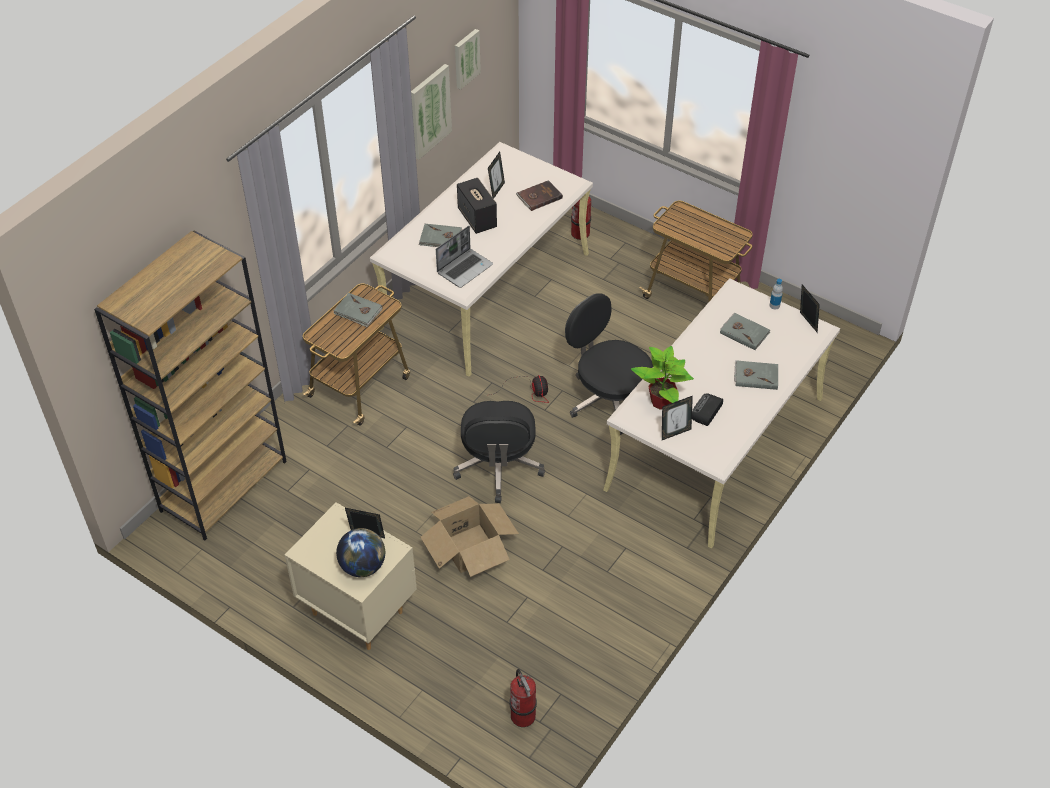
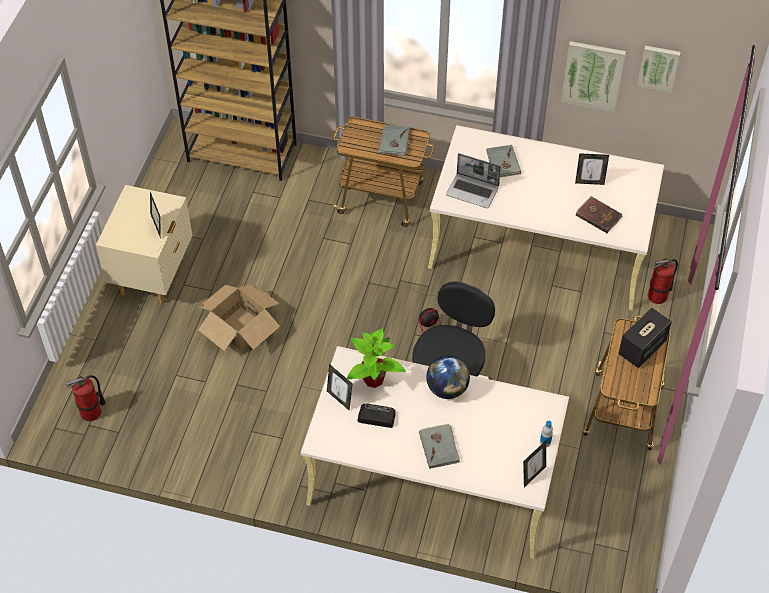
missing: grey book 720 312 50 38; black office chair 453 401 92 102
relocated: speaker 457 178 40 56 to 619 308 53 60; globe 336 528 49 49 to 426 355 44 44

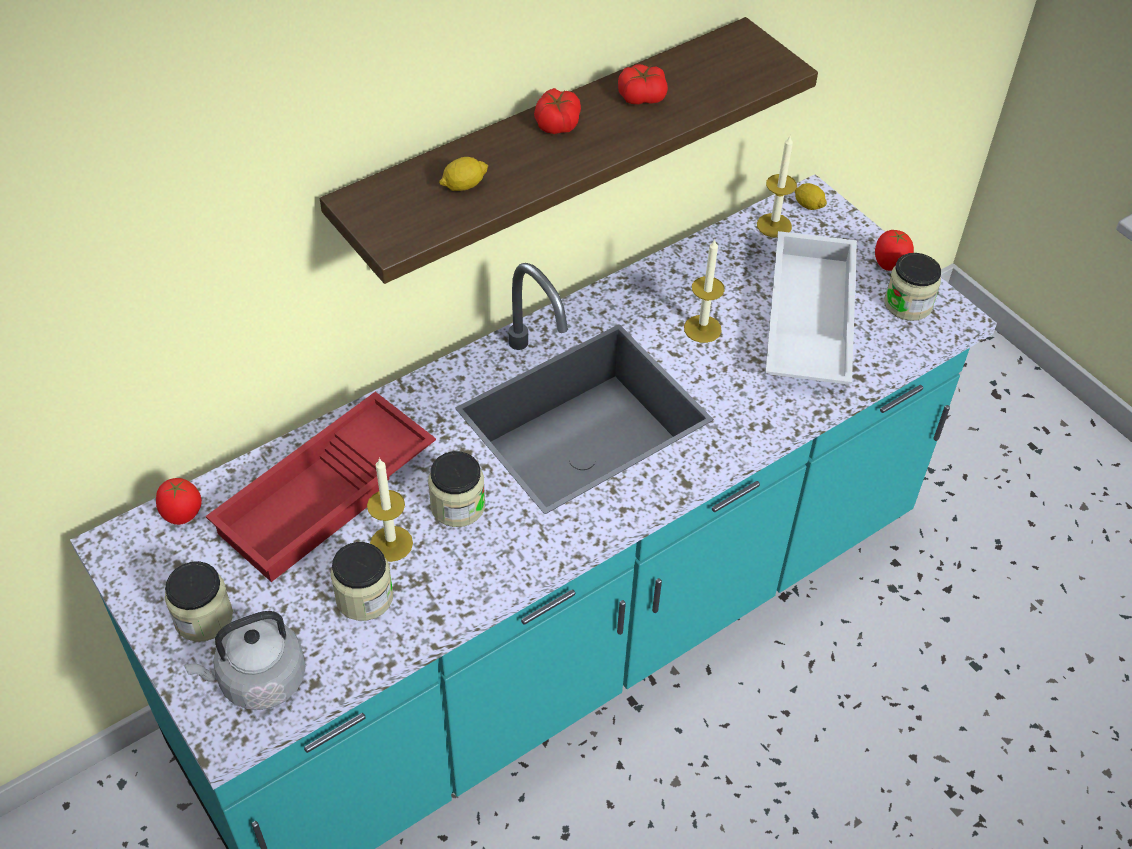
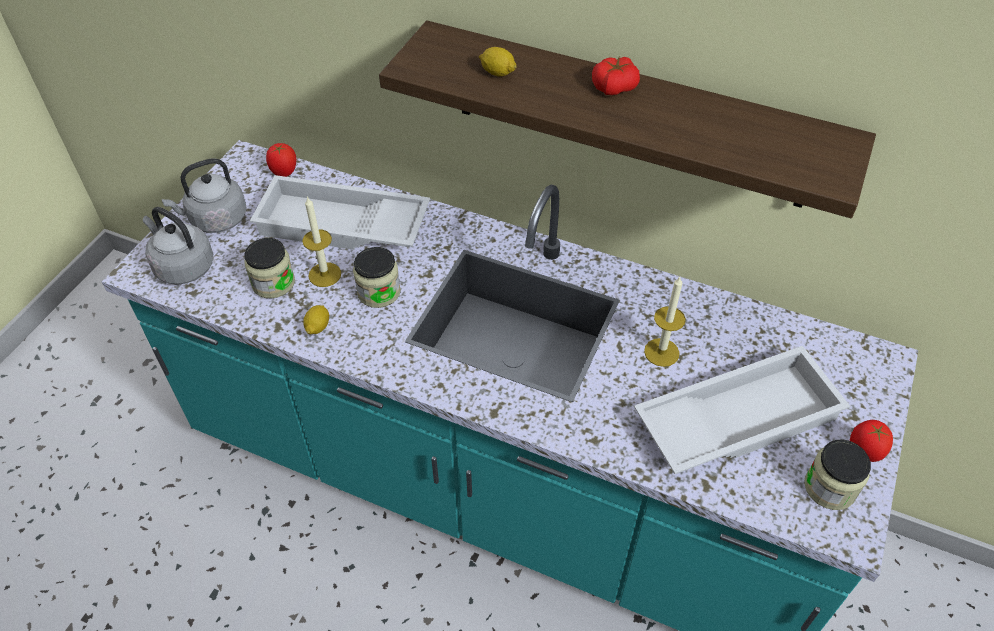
missing: tomato 618 64 50 40; candle 757 134 40 104
relocated: lemon 794 183 33 27 to 303 305 26 29
exchanged: jar 165 561 68 81 to grey kettle 162 158 85 75
colour: red tray 206 392 230 190 to white tray 250 175 180 75

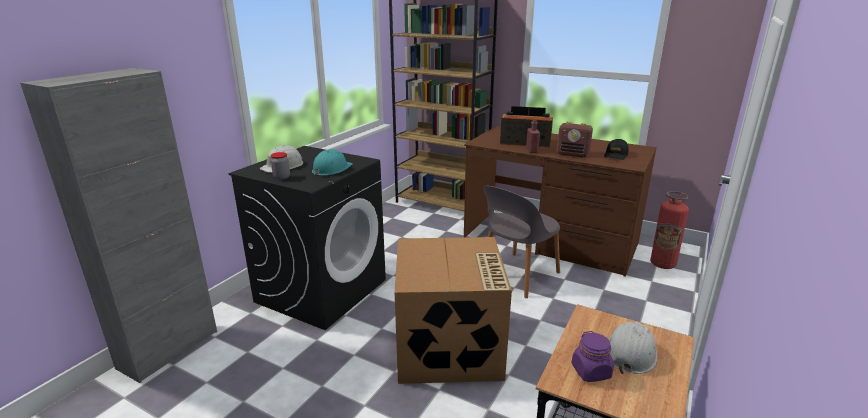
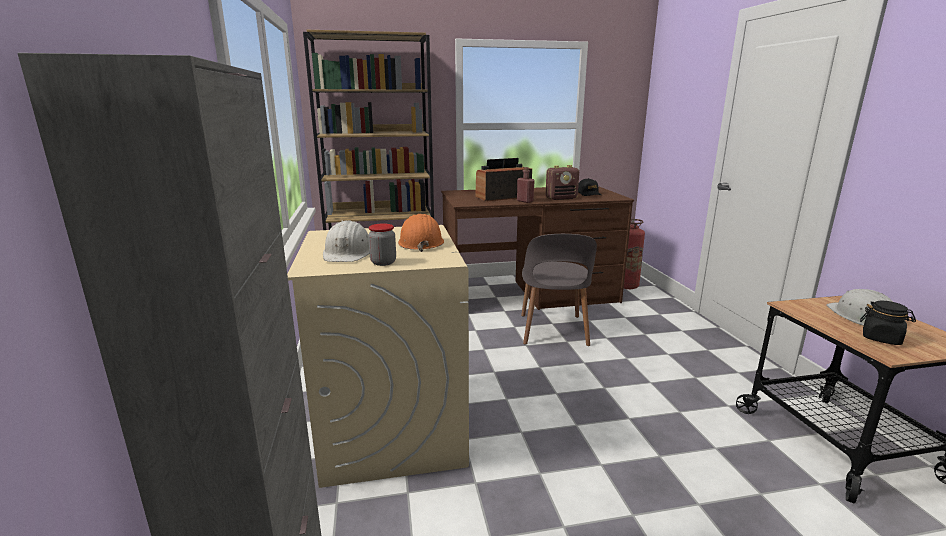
missing: cardboard box 395 237 117 147
colour: black washing machine 228 146 158 184 to beige washing machine 287 225 182 263; turquoise hard hat 312 149 40 26 to orange hard hat 398 214 46 38; purple jar 571 331 43 51 to black jar 860 301 56 44

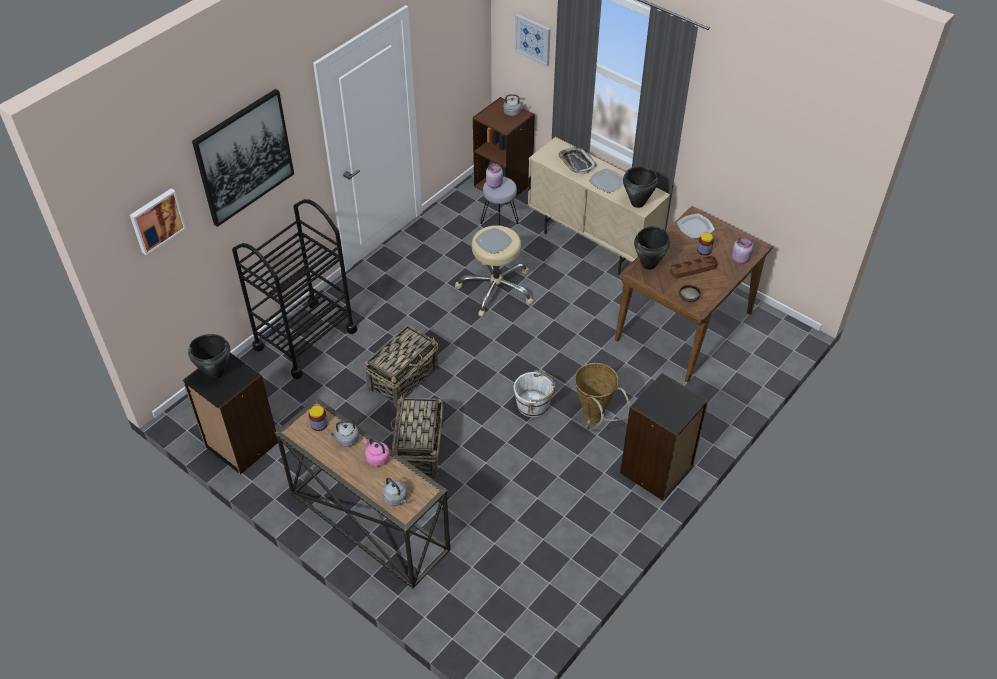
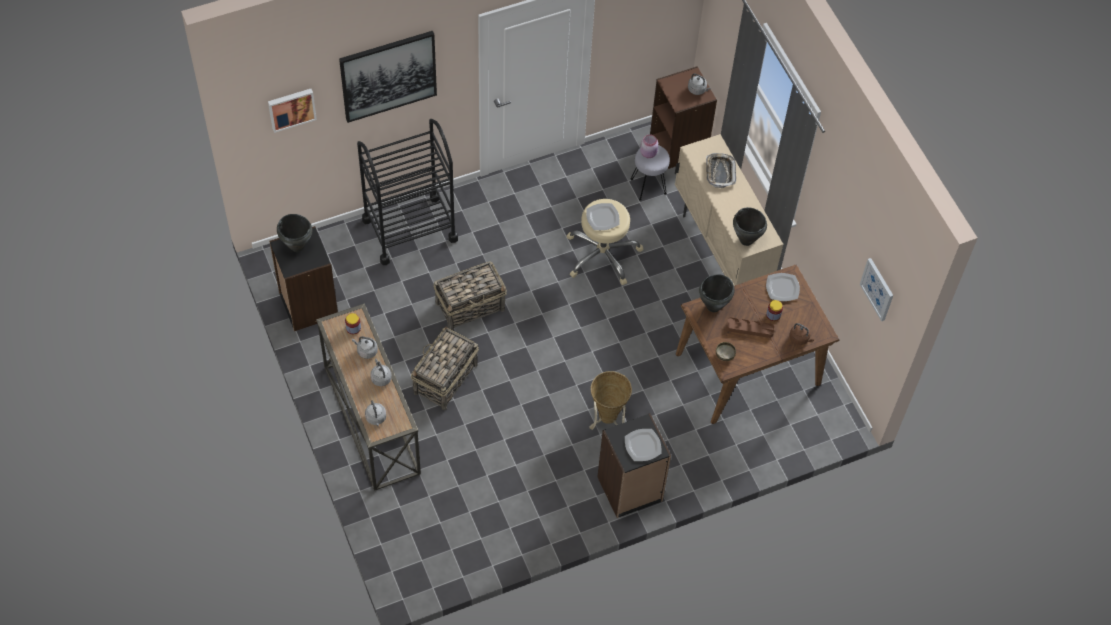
missing: white bucket 514 370 42 47
relocated: picture 515 14 36 52 to 860 258 34 63; plate 589 168 34 25 to 625 429 37 32
exchanged: pink jar 732 236 21 28 to brown kettle 789 323 26 22
colour: pink kettle 363 438 27 28 to grey kettle 370 358 22 28

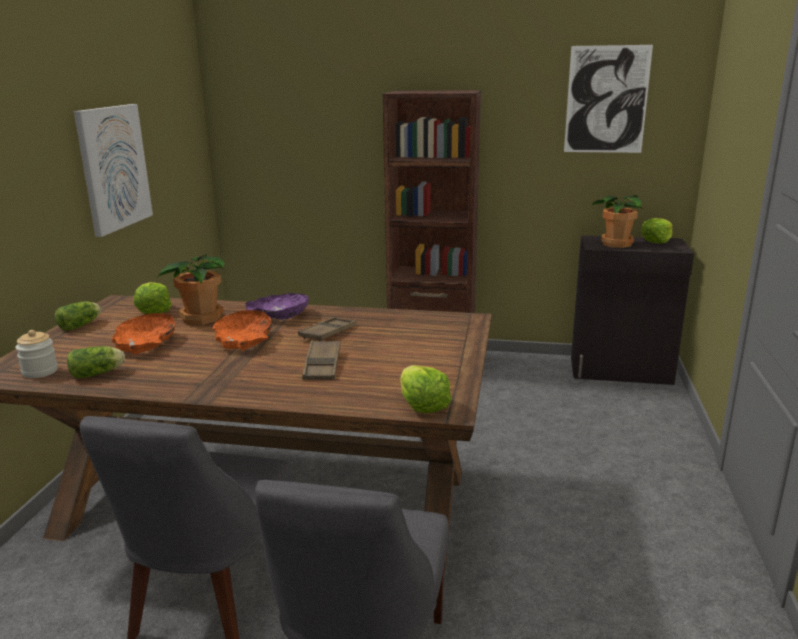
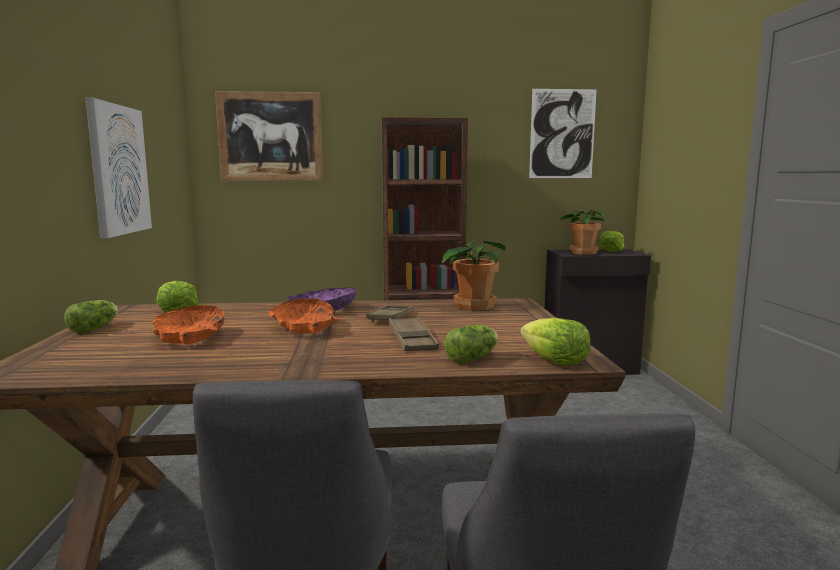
missing: jar 15 330 43 48
appeared: picture 215 91 108 90
relocated: potted plant 156 253 69 72 to 442 241 64 70; lettuce 67 346 58 33 to 444 325 55 39

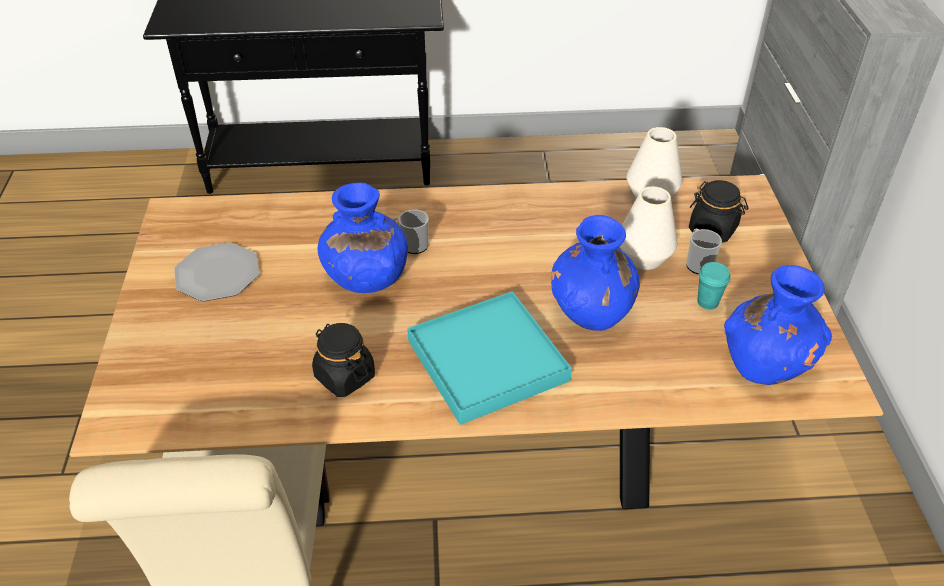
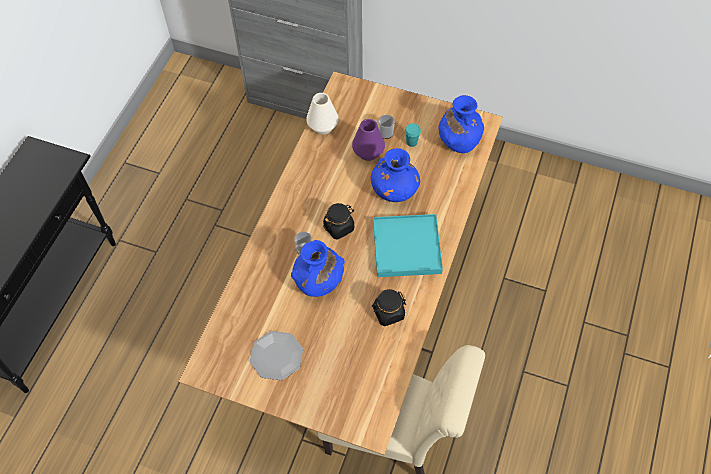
relocated: black jar 689 180 59 63 to 323 203 31 37
colour: white vase 619 186 58 84 to purple vase 352 119 33 42

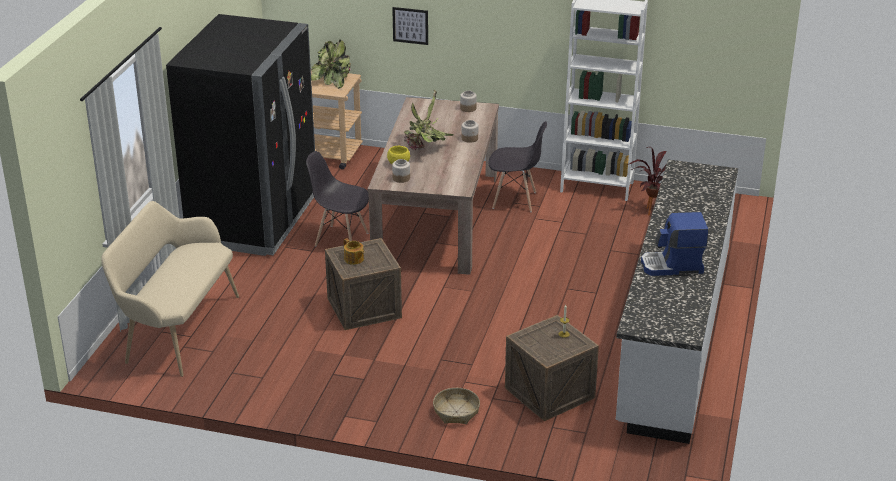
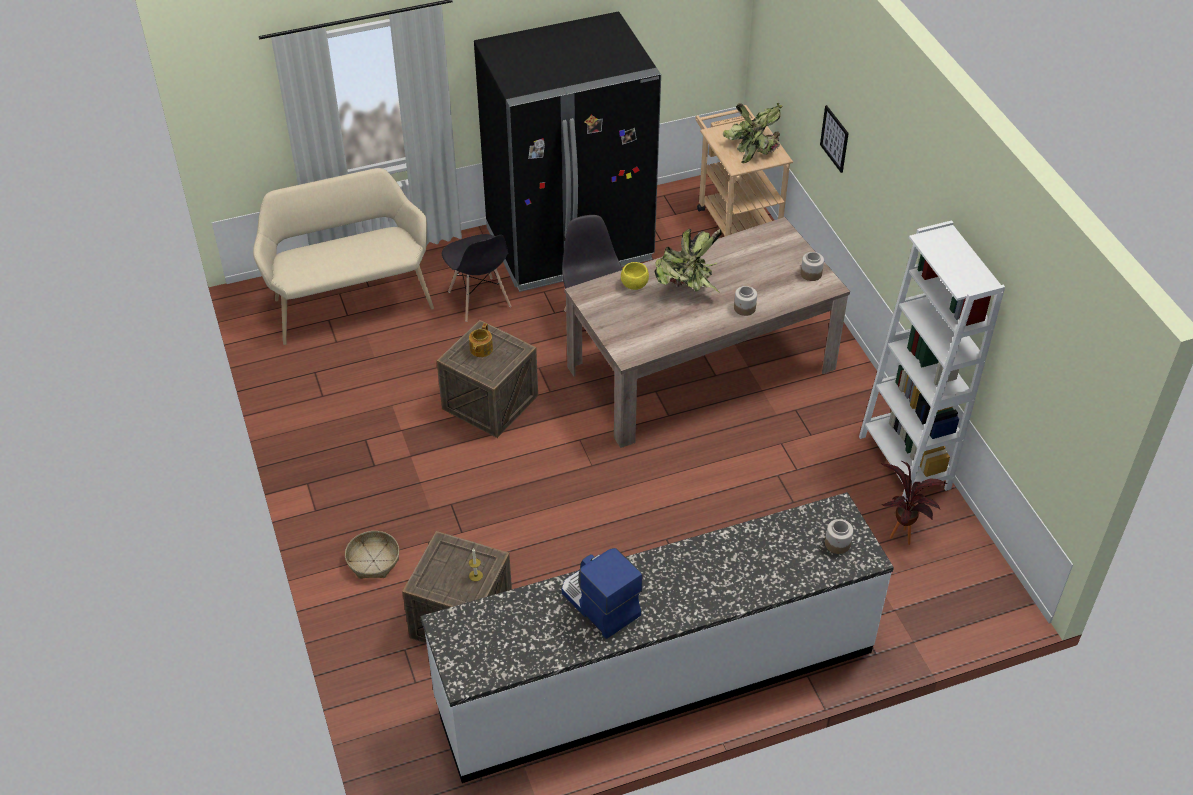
relocated: grey chair 488 121 59 91 to 442 234 69 88; jar 392 159 18 24 to 825 519 28 35

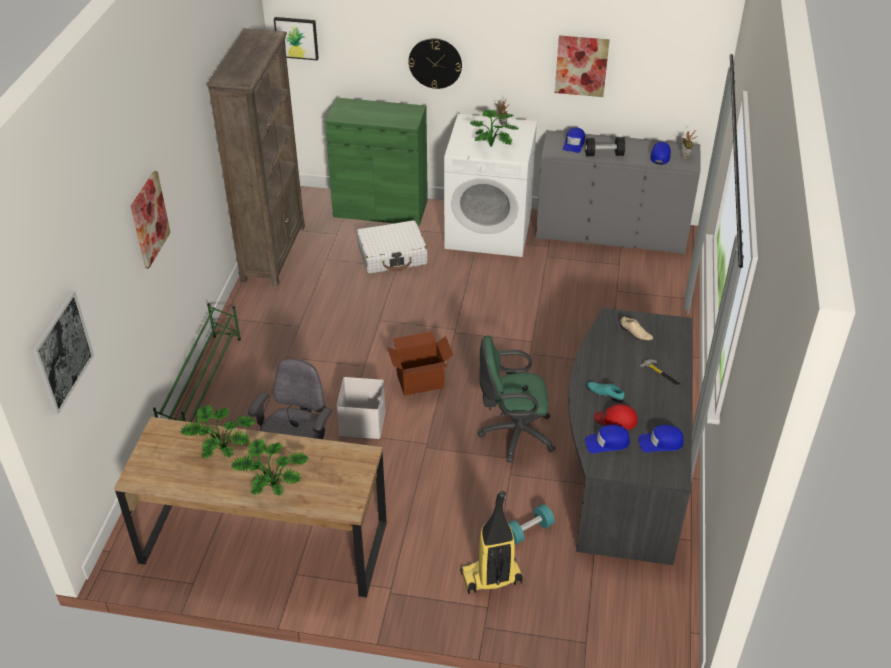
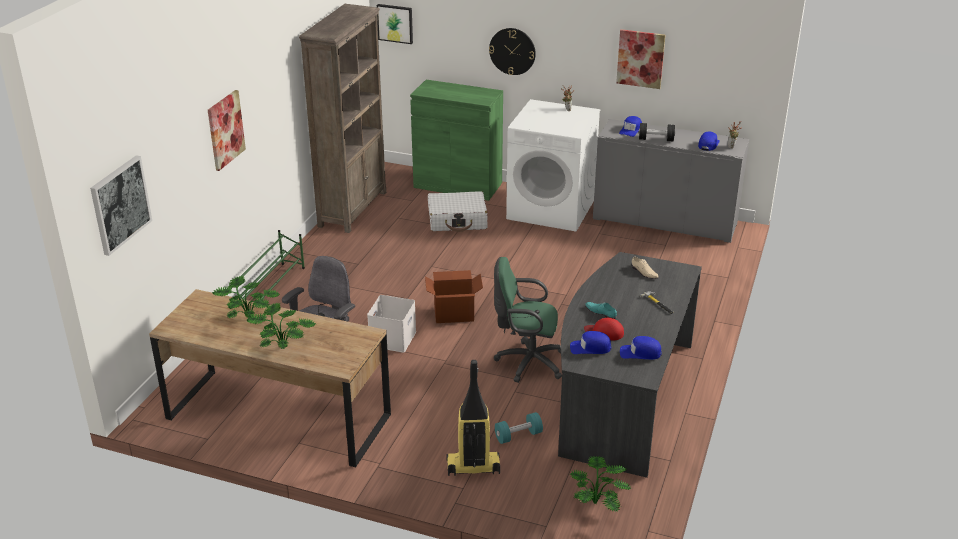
relocated: potted plant 469 110 49 37 to 570 456 61 56

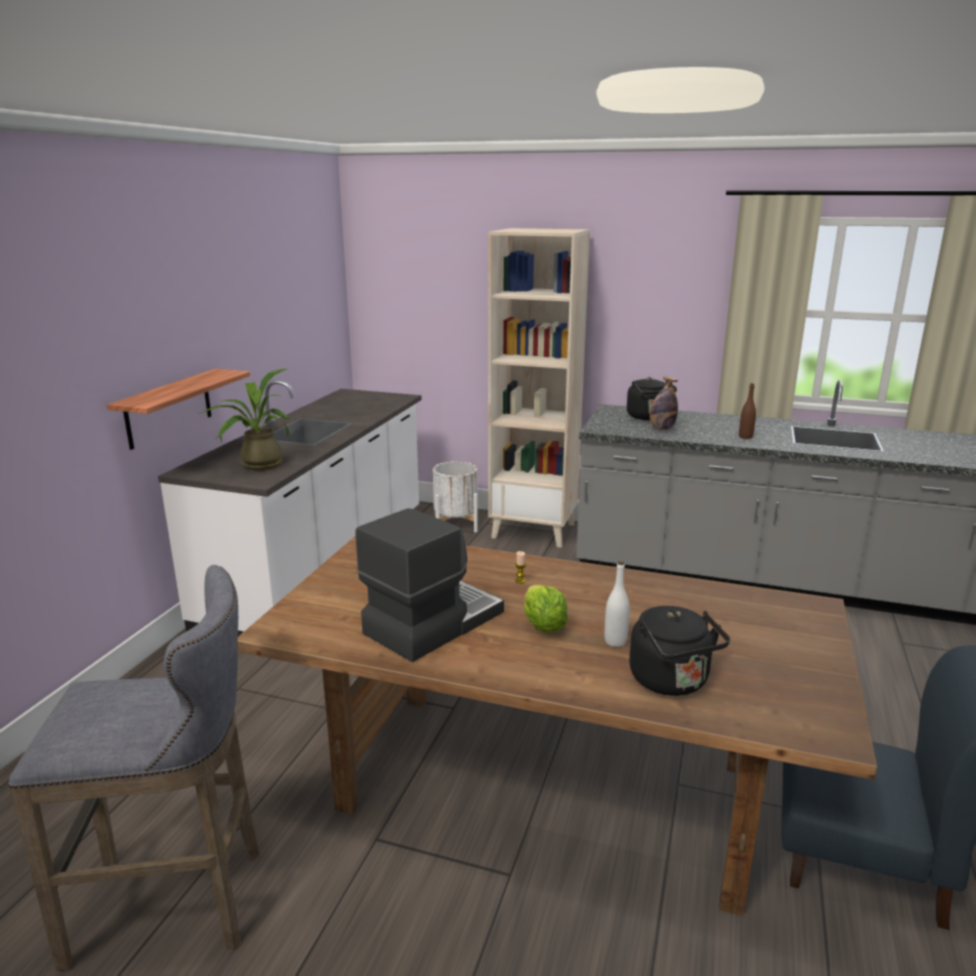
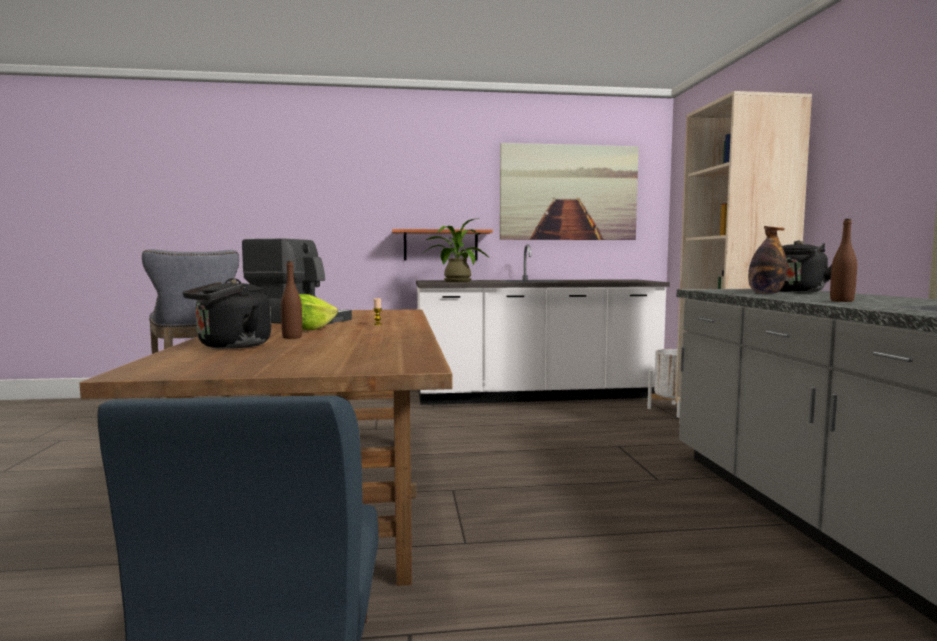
appeared: picture 500 143 139 97
colour: white bottle 605 561 25 86 to brown bottle 281 261 21 78

